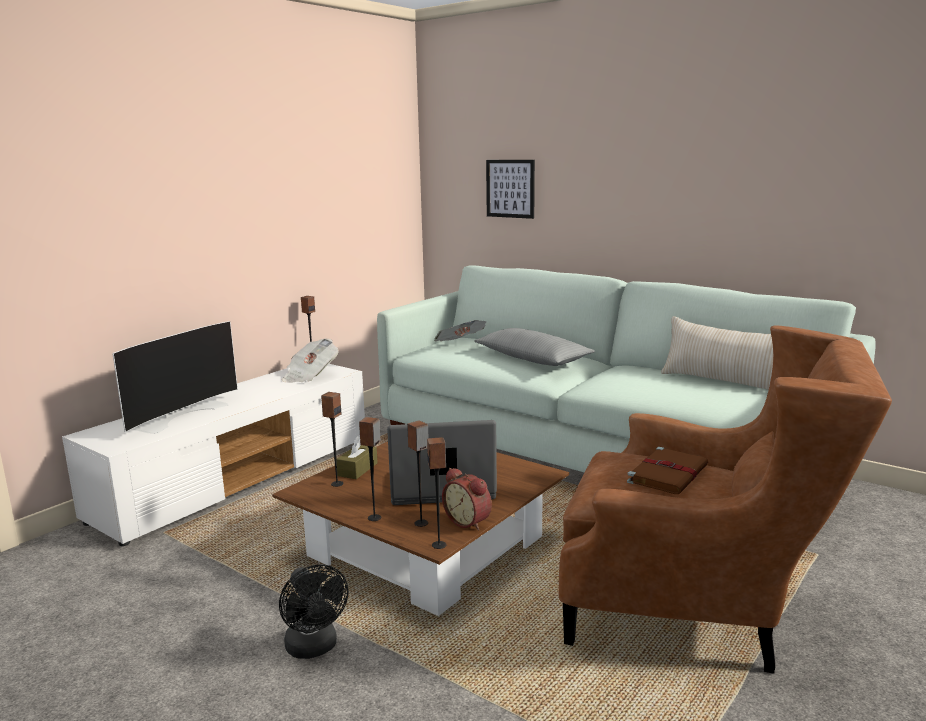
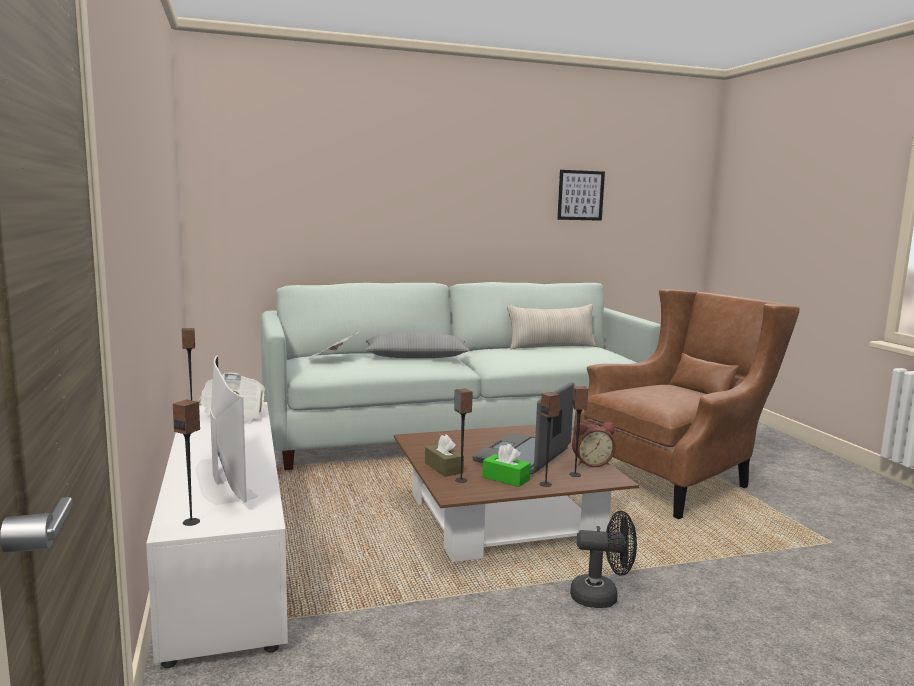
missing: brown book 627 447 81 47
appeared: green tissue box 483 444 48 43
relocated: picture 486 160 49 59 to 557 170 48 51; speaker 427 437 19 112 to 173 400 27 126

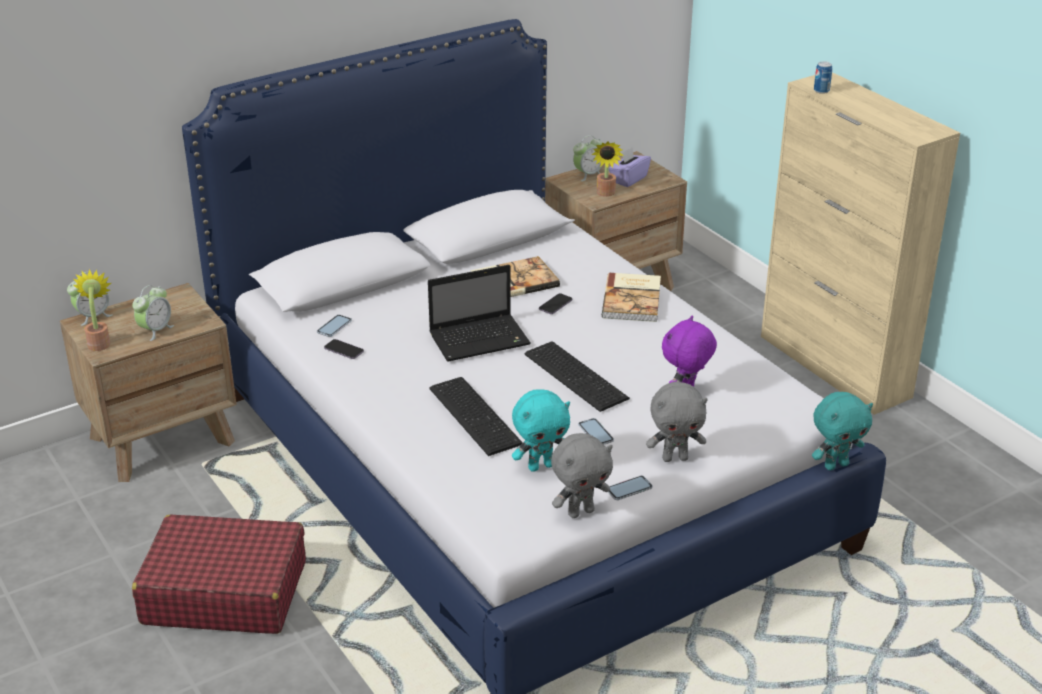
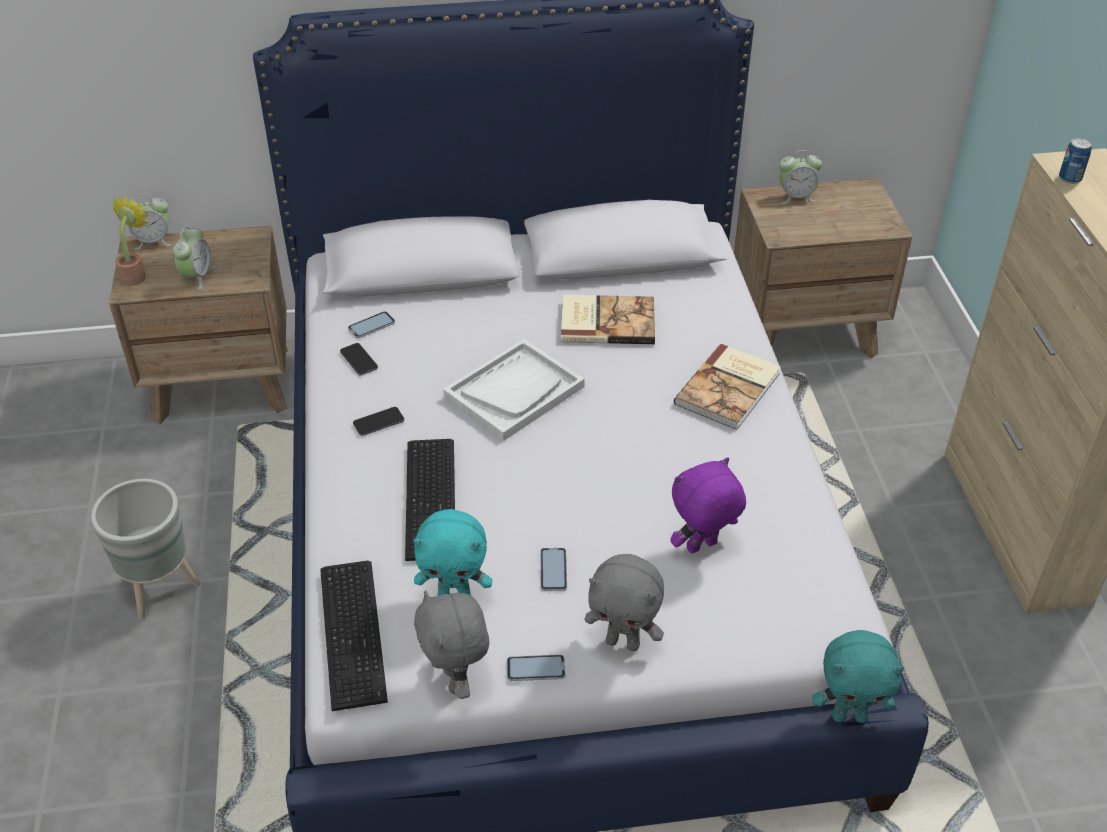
missing: potted plant 592 141 32 56; purple tissue box 609 148 42 39
relocated: phone 539 293 33 21 to 353 407 51 29; keyboard 525 341 105 71 to 320 561 68 150
exchanged: laptop 428 265 103 97 to white tray 443 339 142 102; red suitcase 132 515 174 119 to grey planter 91 479 109 140
spun: alarm clock 132 285 42 56 = 173 226 41 63 45 degrees counterclockwise; grey plush toy 551 433 62 85 = 414 590 75 109 75 degrees clockwise

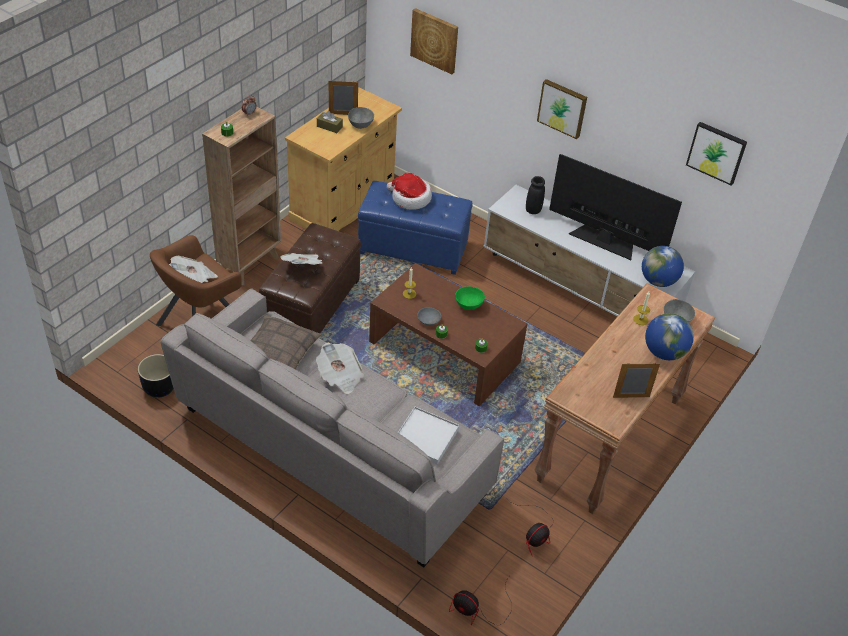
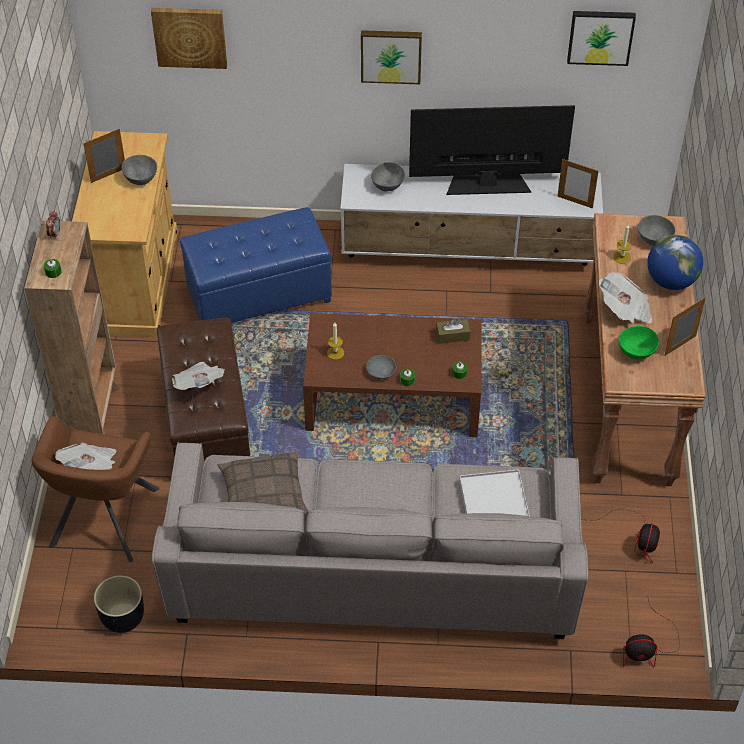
missing: hat 387 173 45 37
relocated: brown tissue box 317 111 26 22 to 436 319 34 25; green bowl 455 287 30 23 to 619 326 40 34; newspaper 316 342 48 52 to 599 272 54 51
exchanged: black vase 526 176 19 38 to grey bowl 371 162 34 29; globe 642 246 42 41 to picture frame 557 159 41 50

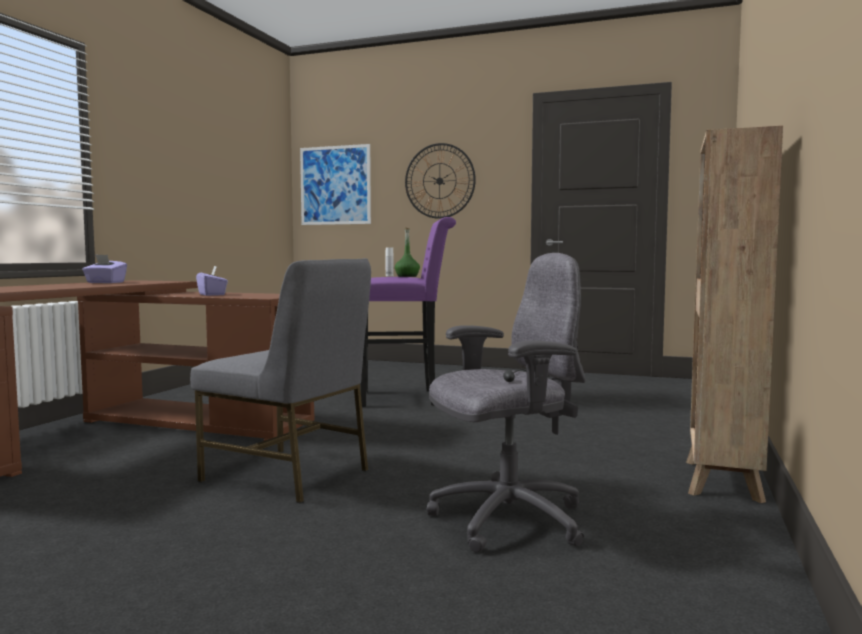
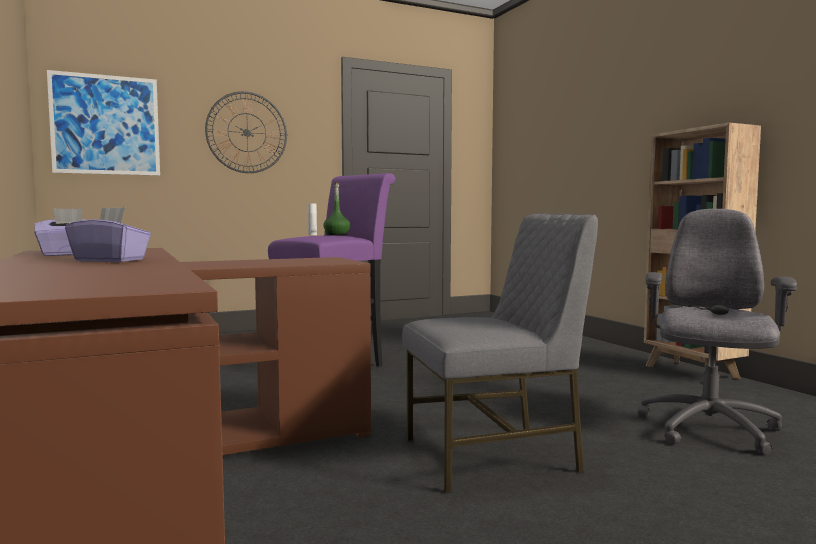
relocated: purple tissue box 196 266 32 30 to 65 207 86 55

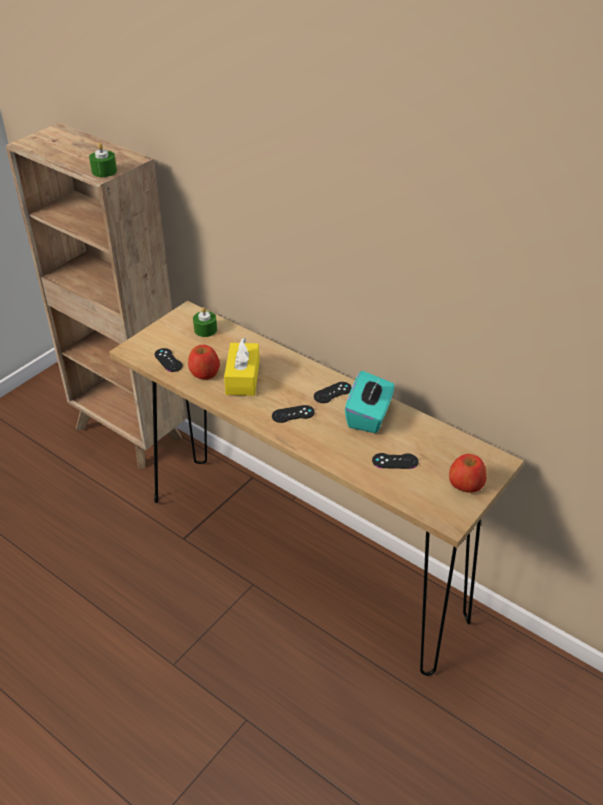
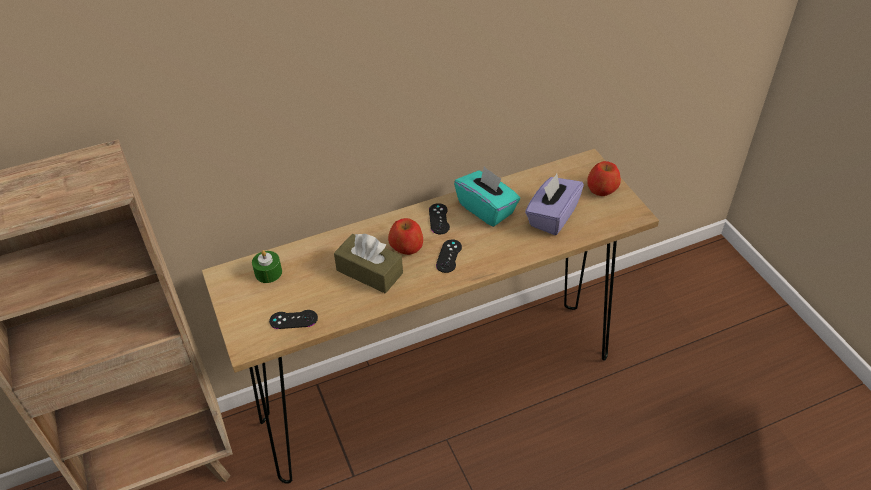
missing: green candle 89 143 28 34
relocated: apple 188 345 32 34 to 388 218 35 37
exchanged: black game controller 372 453 47 16 to purple tissue box 525 174 59 61
colour: yellow tissue box 224 338 36 58 to brown tissue box 334 234 69 59

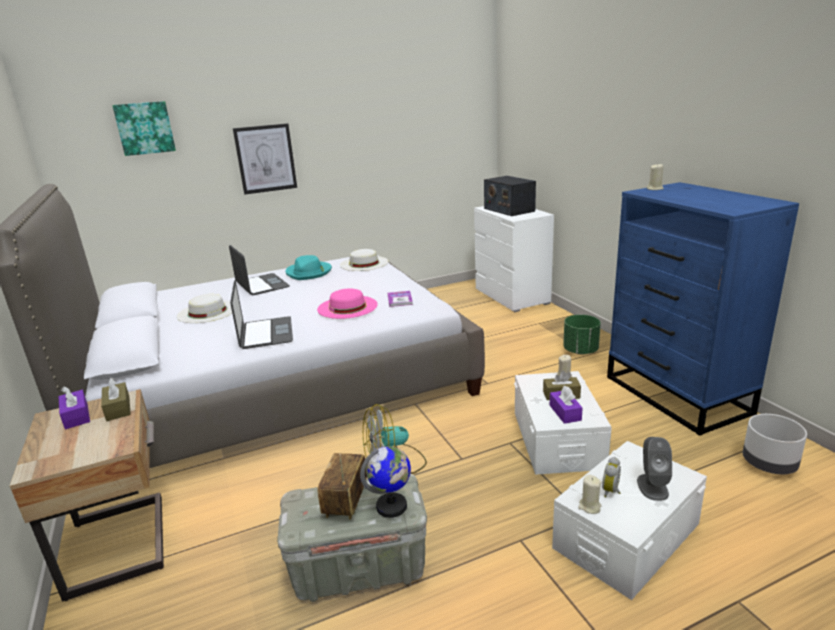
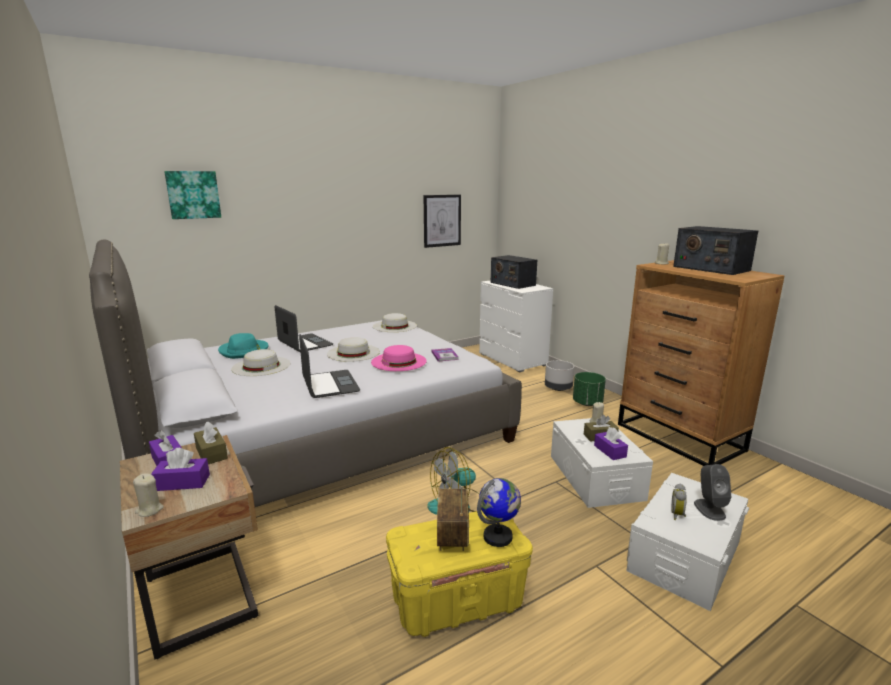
appeared: radio 673 226 86 49; white hat 327 337 53 25; purple tissue box 151 448 59 43
relocated: picture 233 123 64 71 to 424 195 37 53; turquoise hat 285 255 47 25 to 218 333 51 26; grey planter 743 414 64 60 to 545 360 29 31; beige candle 578 475 24 39 to 133 473 31 44
colour: blue dresser 607 182 192 254 to brown dresser 618 260 166 206; grey storage box 277 473 150 129 to yellow storage box 386 510 147 127

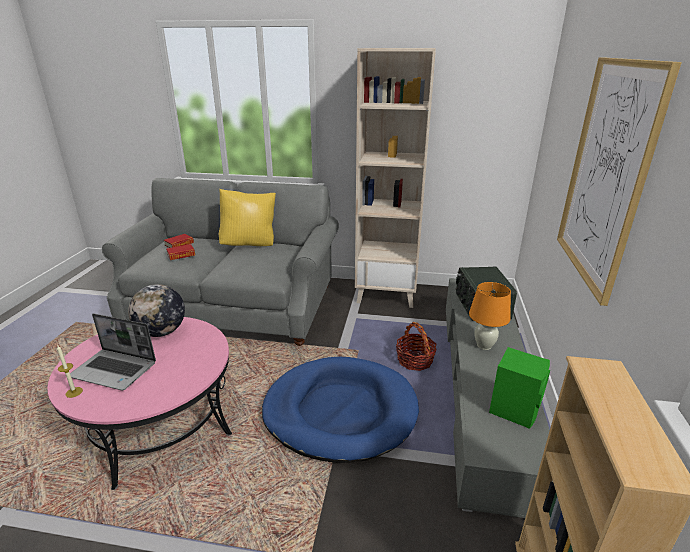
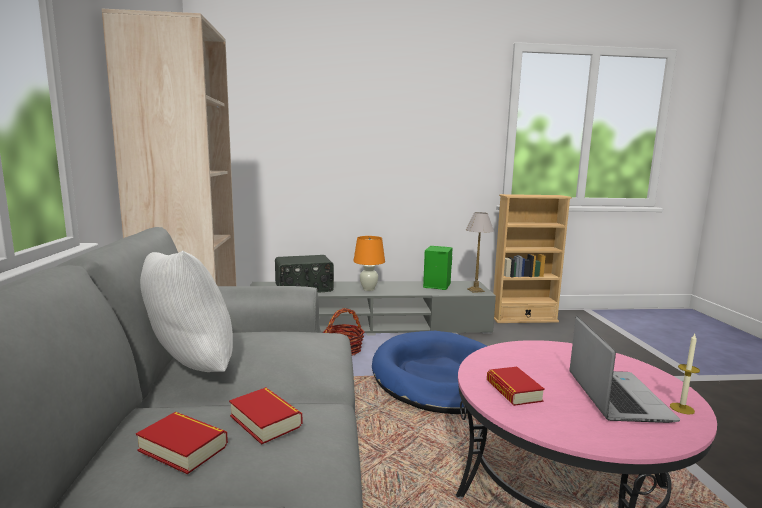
missing: picture 557 57 125 249
appeared: table lamp 466 212 28 81
exchanged: globe 128 284 57 53 to book 487 367 58 39
colour: yellow pillow 219 189 57 57 to white pillow 140 250 93 122

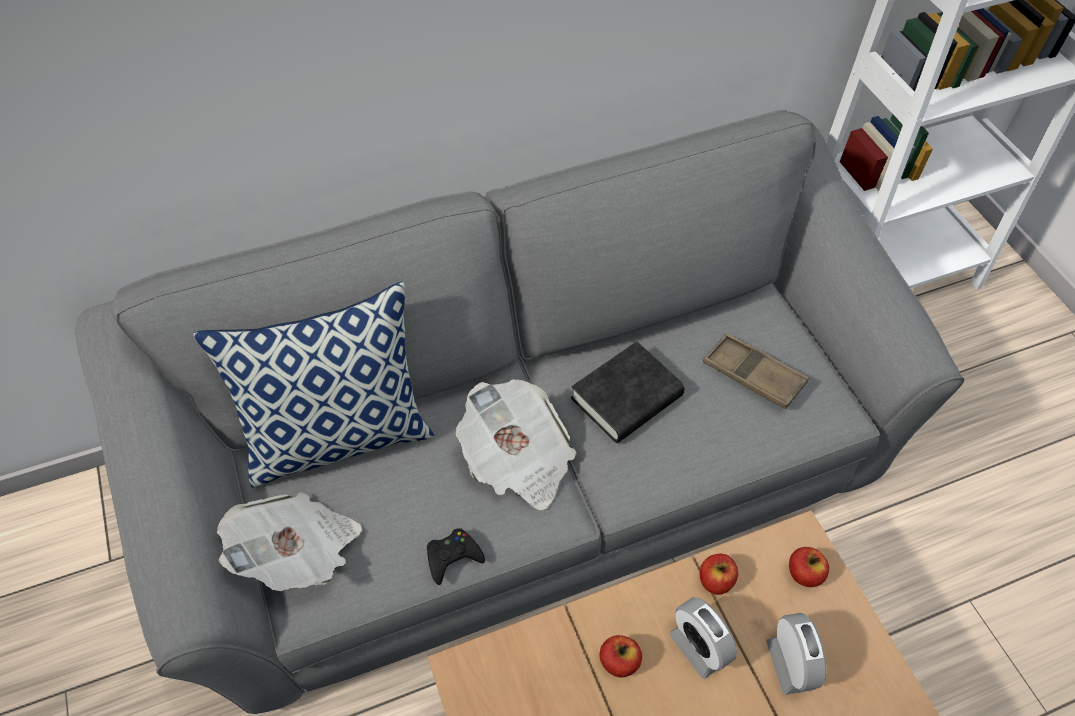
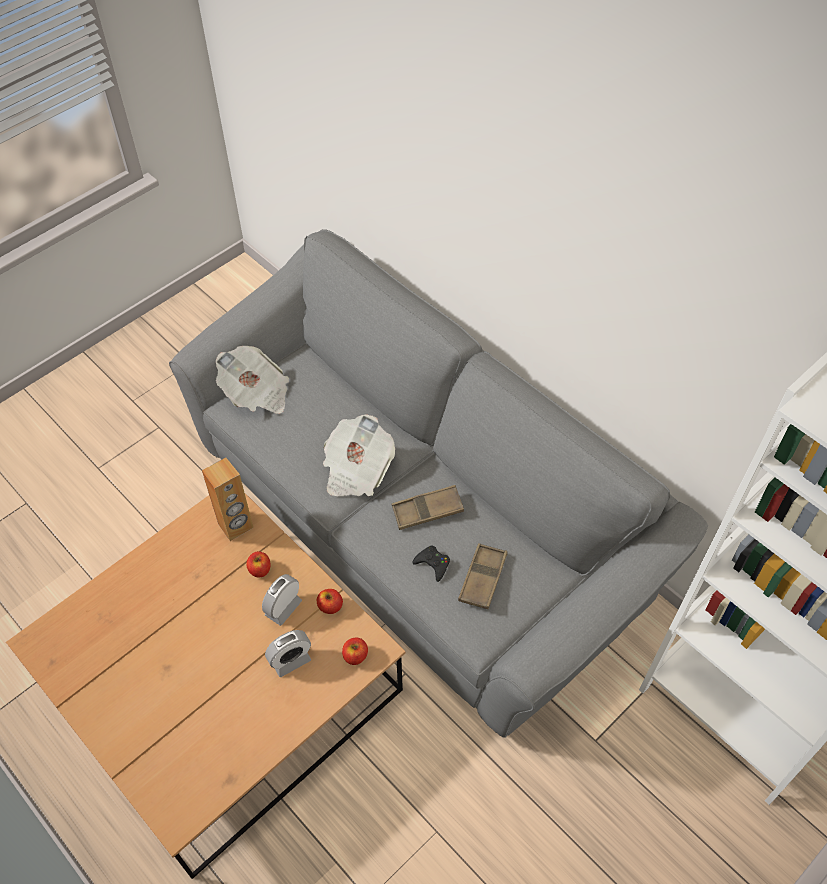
missing: pillow 194 282 241 205
appeared: brown speaker 202 457 51 84
relocated: black game controller 427 528 58 57 to 413 545 37 37
exchanged: black book 571 341 114 102 to brown tray 391 485 73 45

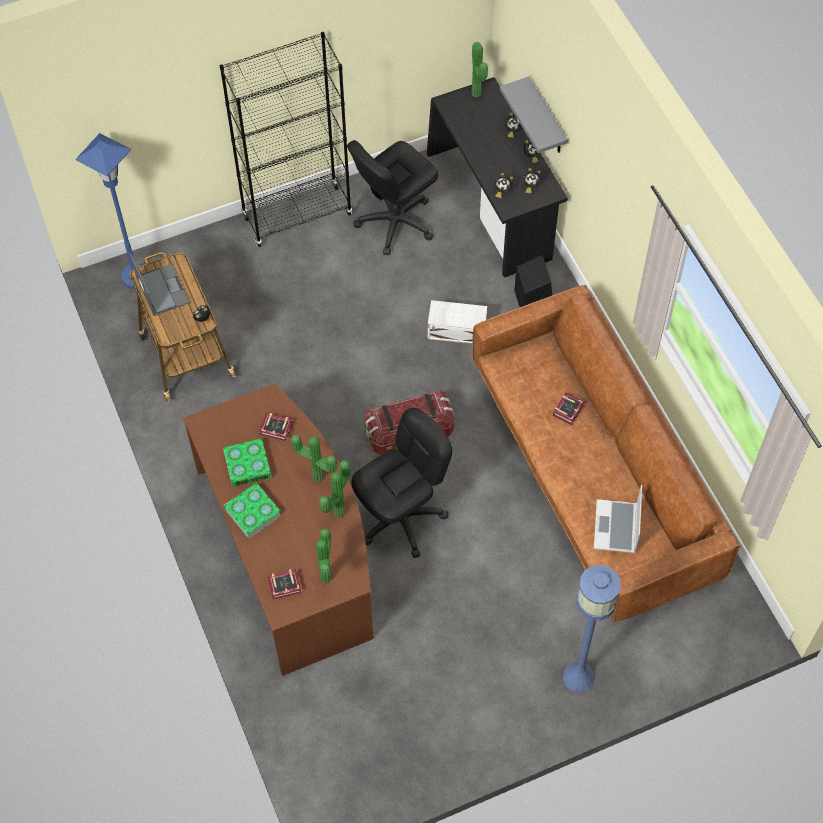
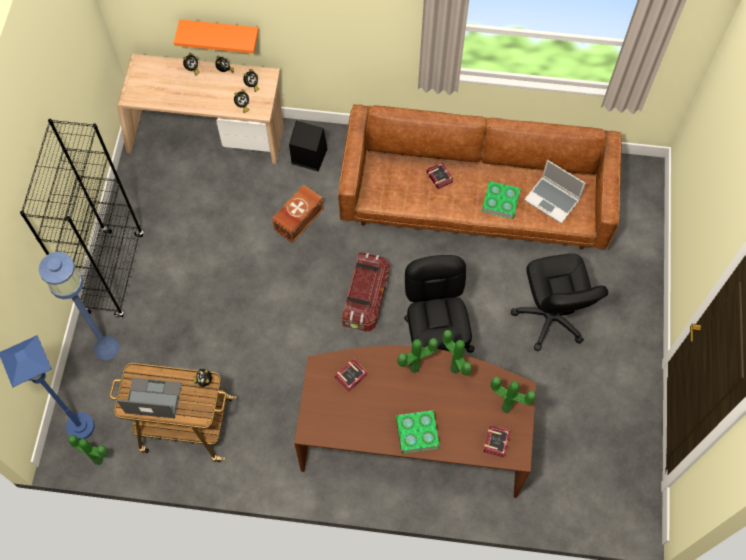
relocated: potted plant 472 42 16 55 to 68 435 41 30; black office chair 347 140 91 115 to 511 253 97 98; book 223 438 49 49 to 482 181 39 38; blue floor lamp 563 565 58 127 to 39 252 81 108
colour: black desk 427 77 141 201 to beige desk 117 54 167 110; grey shelf 500 77 68 76 to orange shelf 174 19 85 35; white storage box 428 300 59 44 to brown storage box 272 185 52 58

